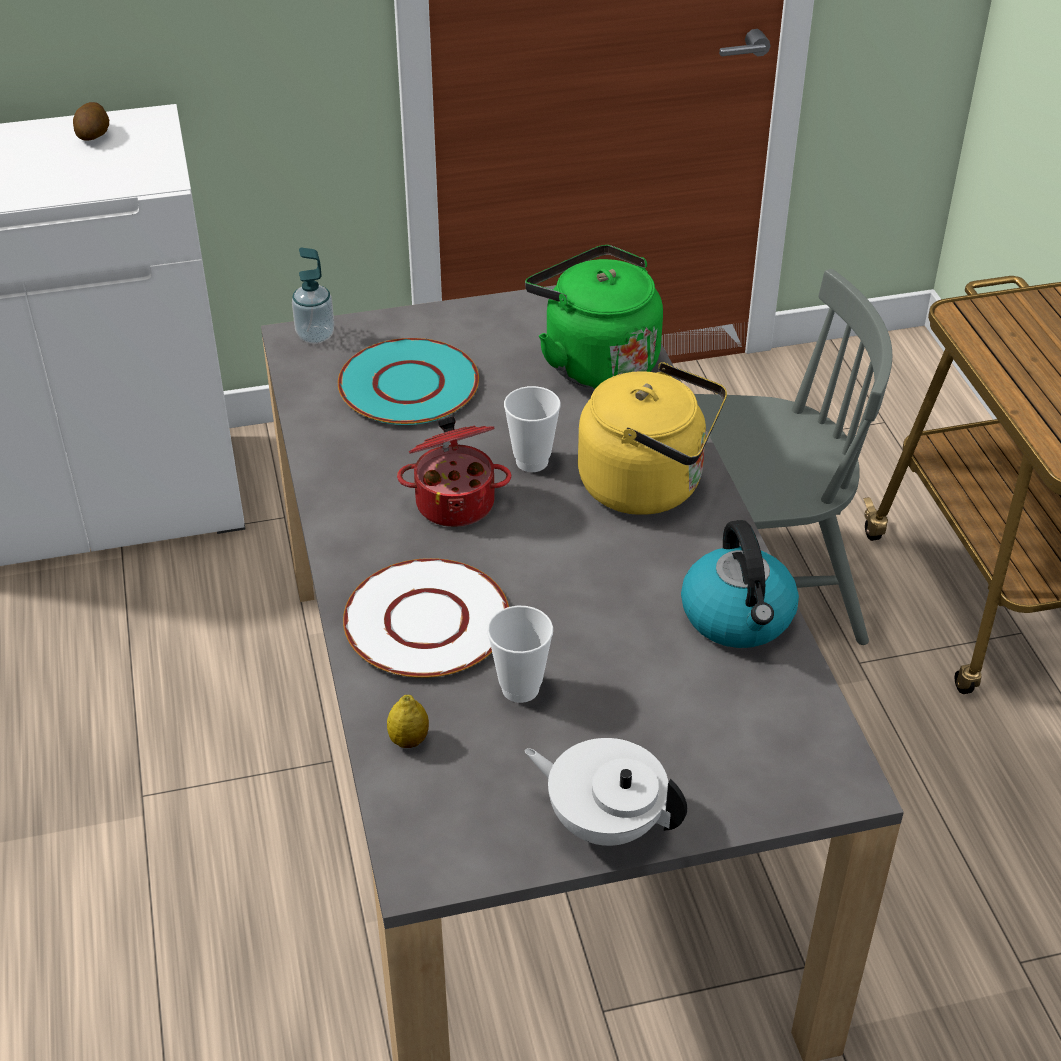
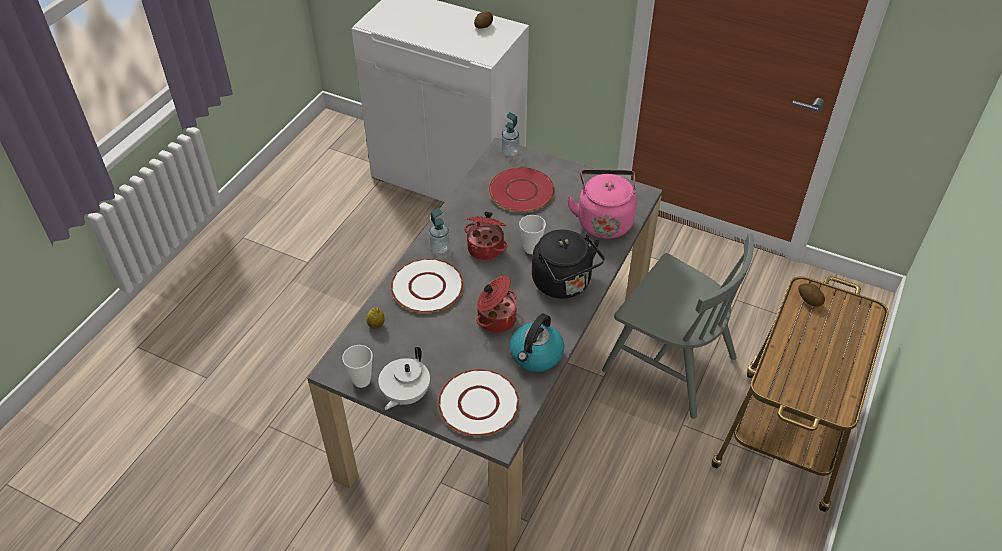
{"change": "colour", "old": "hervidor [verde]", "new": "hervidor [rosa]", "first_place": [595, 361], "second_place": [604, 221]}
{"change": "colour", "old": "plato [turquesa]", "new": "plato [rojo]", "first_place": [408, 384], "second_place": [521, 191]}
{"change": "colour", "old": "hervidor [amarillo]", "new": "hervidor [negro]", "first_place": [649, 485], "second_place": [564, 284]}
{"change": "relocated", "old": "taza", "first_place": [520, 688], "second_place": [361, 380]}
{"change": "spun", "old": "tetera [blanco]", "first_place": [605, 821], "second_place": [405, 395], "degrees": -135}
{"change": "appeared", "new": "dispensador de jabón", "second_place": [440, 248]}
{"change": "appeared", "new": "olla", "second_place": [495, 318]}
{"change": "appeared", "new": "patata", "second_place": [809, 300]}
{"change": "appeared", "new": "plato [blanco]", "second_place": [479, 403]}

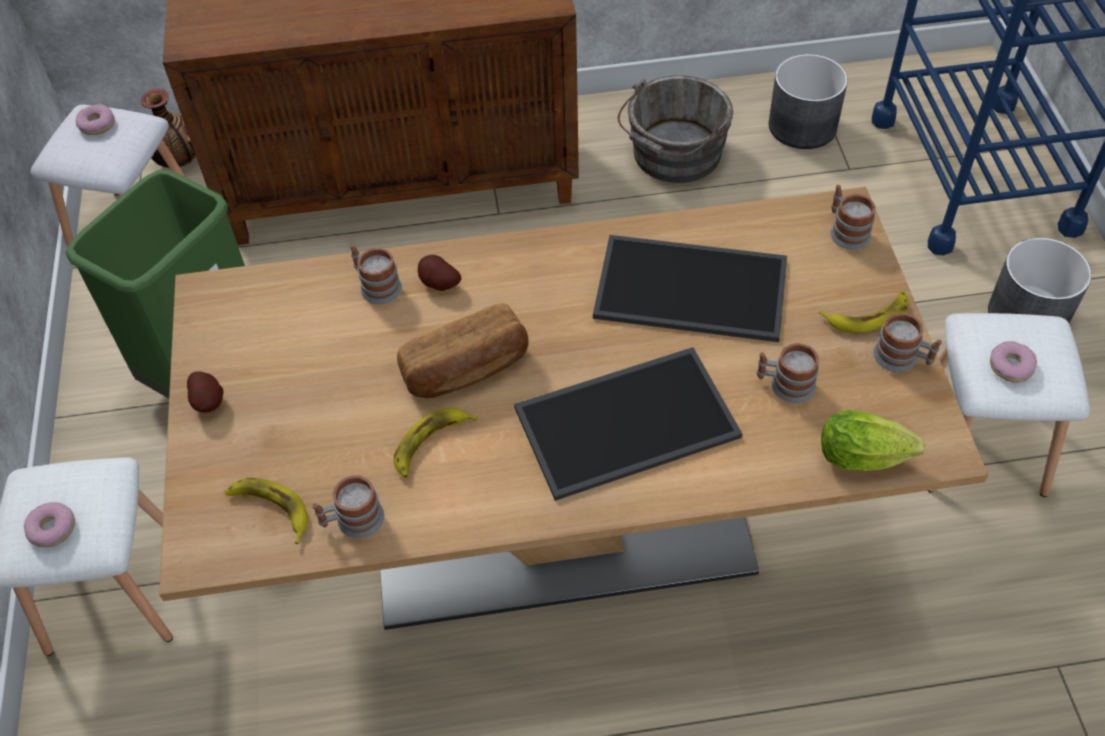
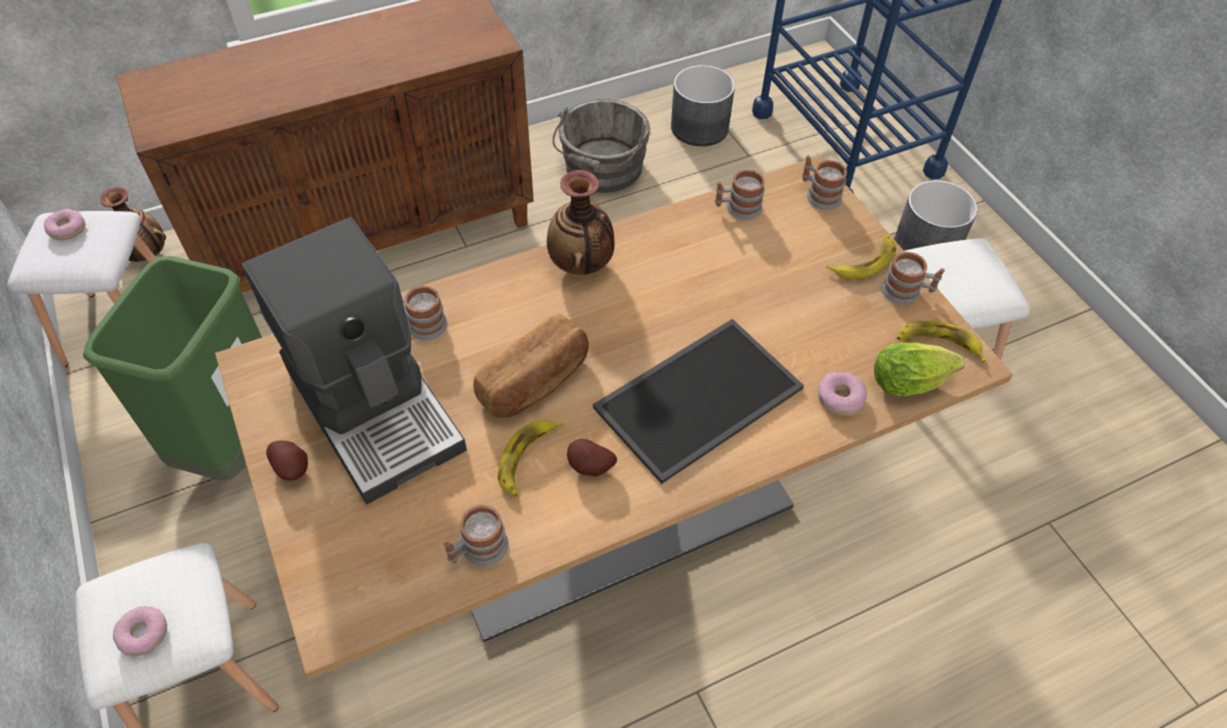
{"change": "missing", "old": "bandeja", "first_place": [688, 291]}
{"change": "relocated", "old": "patata", "first_place": [438, 285], "second_place": [590, 468]}
{"change": "relocated", "old": "rosquilla", "first_place": [1011, 366], "second_place": [840, 398]}
{"change": "relocated", "old": "taza grande", "first_place": [785, 385], "second_place": [737, 208]}
{"change": "relocated", "old": "plátano", "first_place": [270, 509], "second_place": [938, 343]}
{"change": "appeared", "new": "florero", "second_place": [581, 264]}
{"change": "appeared", "new": "cafetera", "second_place": [376, 407]}

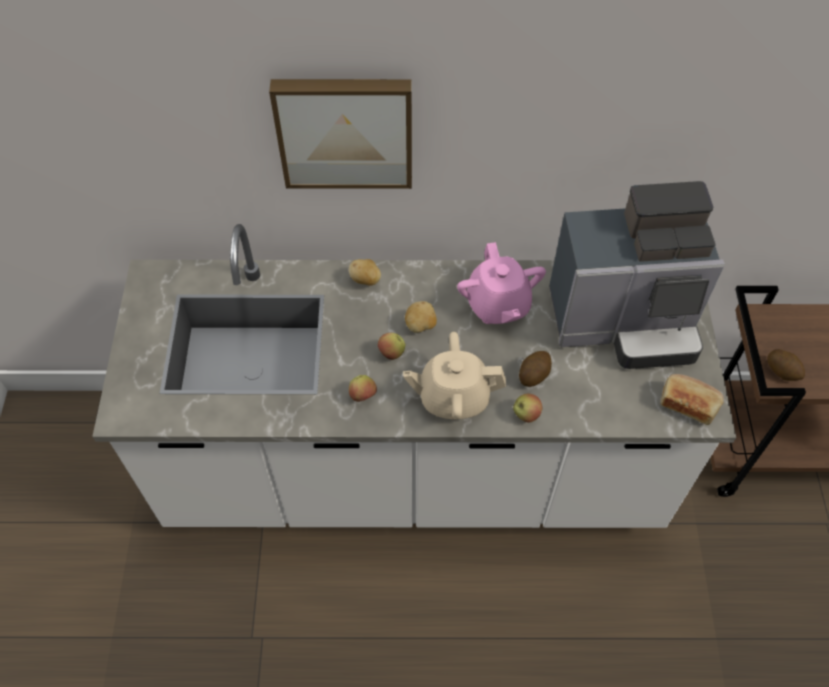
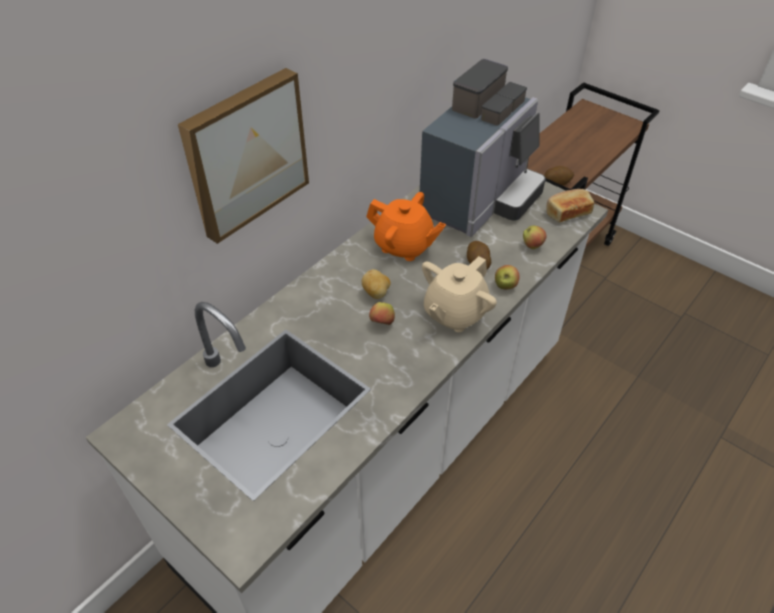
{"change": "colour", "old": "tetera [rosa]", "new": "tetera [naranja]", "first_place": [497, 305], "second_place": [404, 246]}
{"change": "missing", "old": "patata", "first_place": [365, 280]}
{"change": "relocated", "old": "manzana", "first_place": [363, 396], "second_place": [532, 246]}

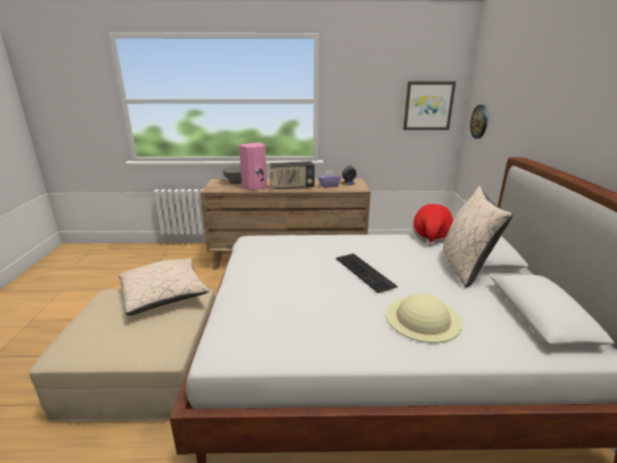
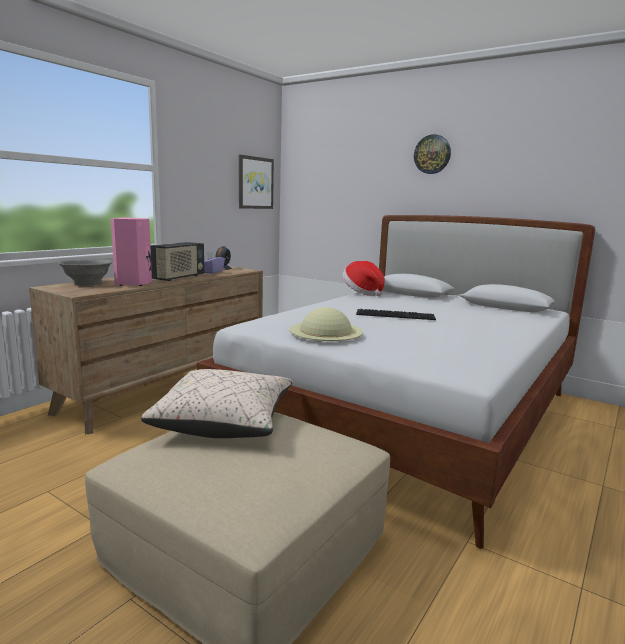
{"change": "relocated", "old": "reloj de pared", "first_place": [479, 121], "second_place": [432, 154]}
{"change": "missing", "old": "cojín [beis]", "first_place": [464, 267]}
{"change": "relocated", "old": "sombrero [beis]", "first_place": [422, 318], "second_place": [325, 331]}

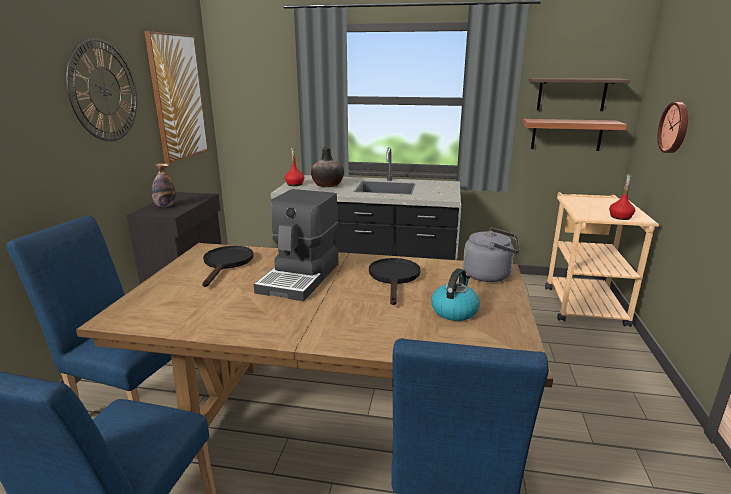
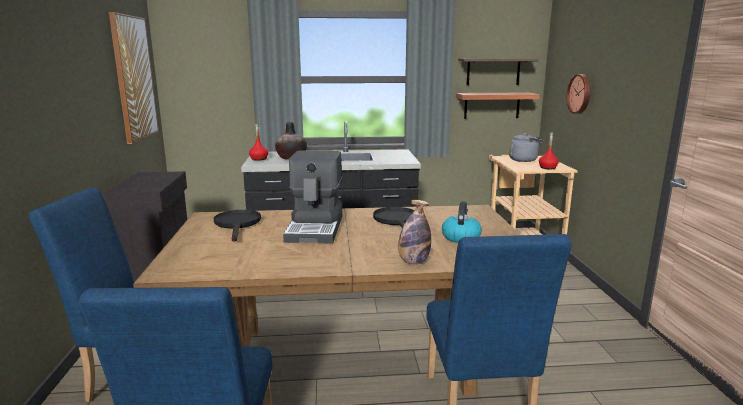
{"change": "missing", "old": "reloj de pared", "first_place": [104, 91]}
{"change": "relocated", "old": "botella", "first_place": [165, 206], "second_place": [413, 262]}
{"change": "relocated", "old": "hervidor [gris]", "first_place": [490, 275], "second_place": [525, 160]}

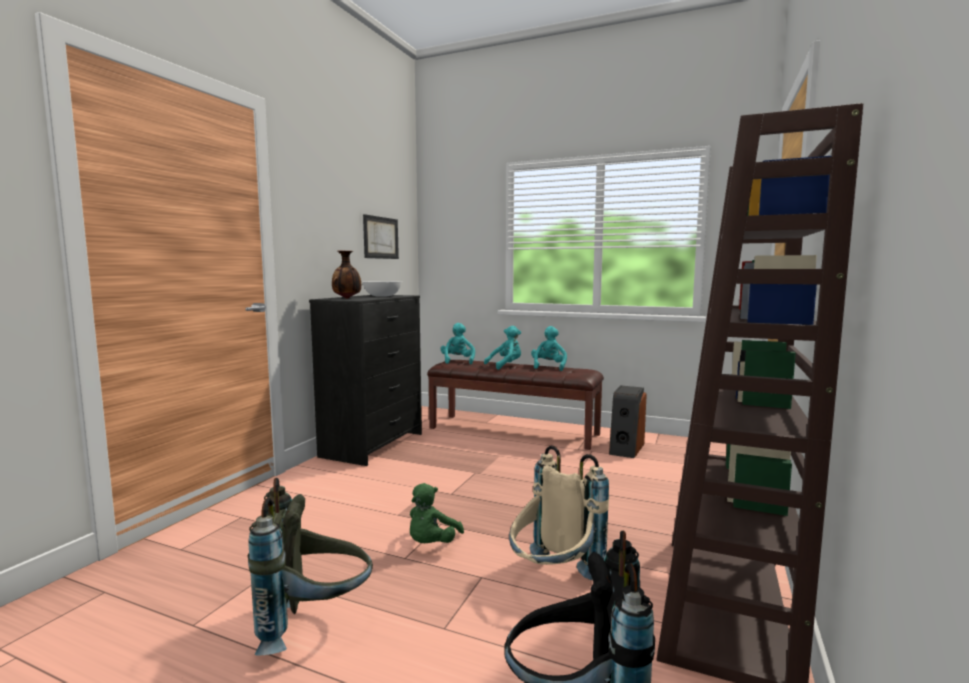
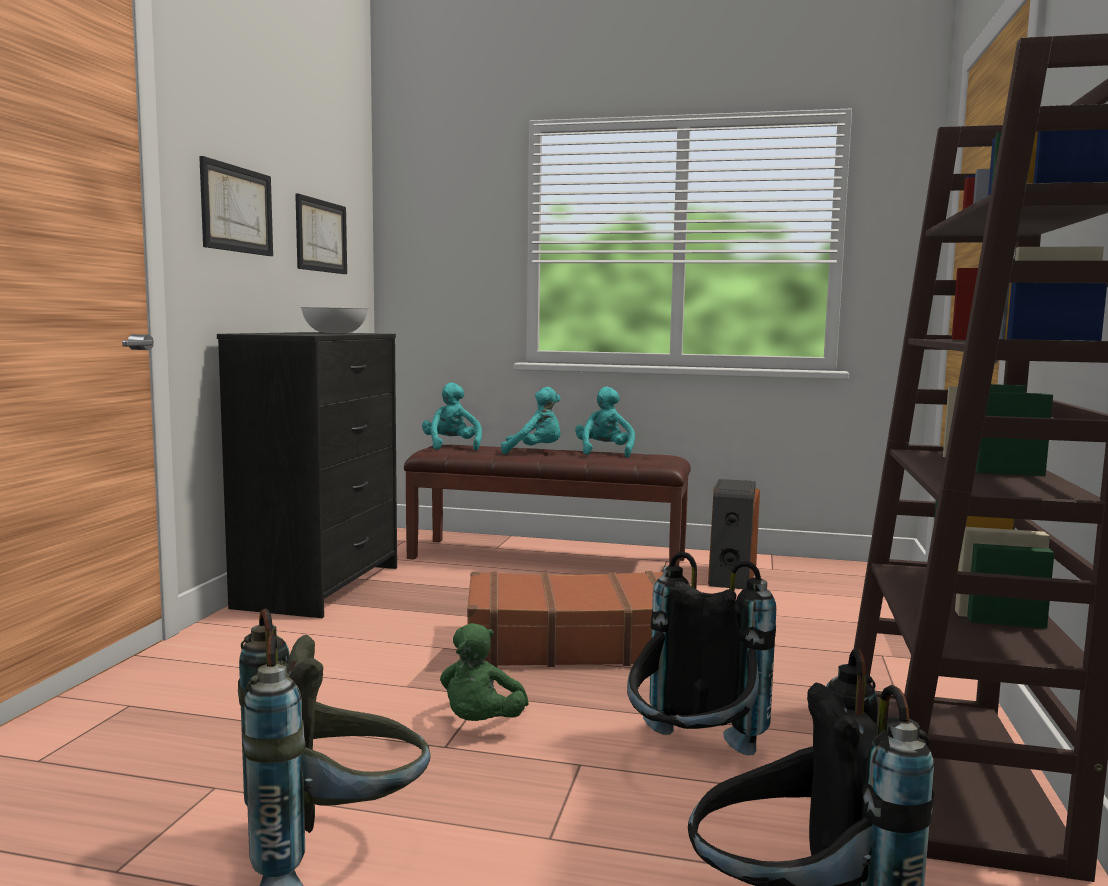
{"change": "missing", "old": "florero", "first_place": [347, 298]}
{"change": "spun", "old": "peluche [turquesa]", "first_place": [506, 365], "second_place": [535, 452], "degrees": 45}
{"change": "colour", "old": "mochila [beis]", "new": "mochila [negro]", "first_place": [553, 580], "second_place": [692, 760]}
{"change": "appeared", "new": "cuadro", "second_place": [236, 209]}
{"change": "appeared", "new": "maleta [marrón]", "second_place": [576, 643]}

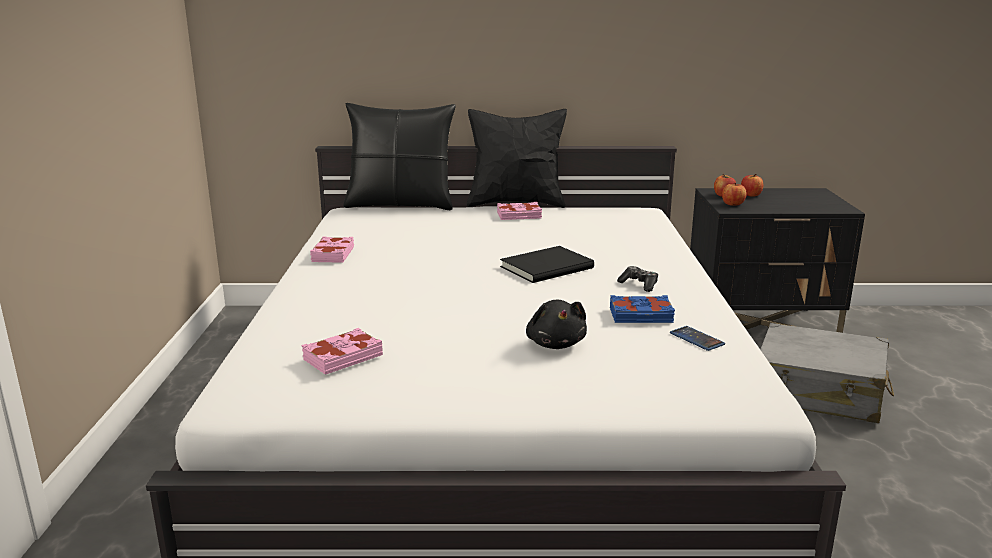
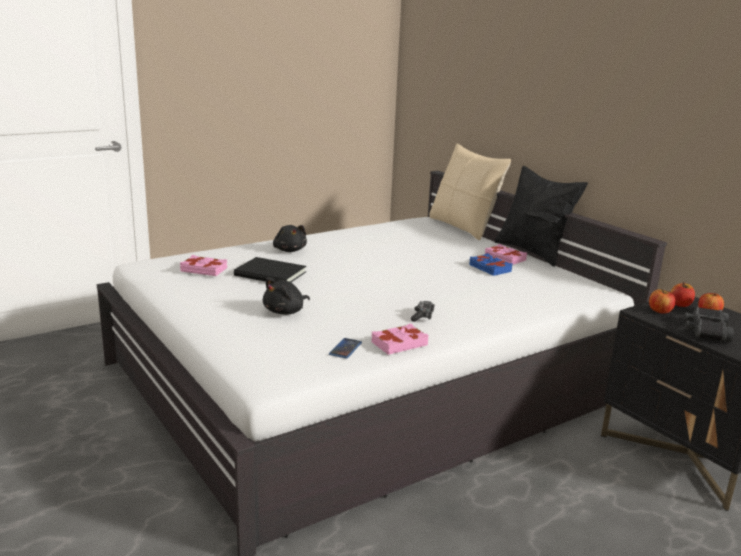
{"change": "colour", "old": "cojín [negro]", "new": "cojín [beis]", "first_place": [400, 205], "second_place": [463, 227]}
{"change": "relocated", "old": "libro [rosa]", "first_place": [332, 254], "second_place": [398, 343]}
{"change": "relocated", "old": "libro [negro]", "first_place": [544, 267], "second_place": [270, 273]}
{"change": "relocated", "old": "libro [azul]", "first_place": [641, 316], "second_place": [489, 268]}
{"change": "missing", "old": "maleta [gris]", "first_place": [818, 392]}
{"change": "appeared", "new": "peluche [negro]", "second_place": [289, 250]}
{"change": "appeared", "new": "prismáticos [negro]", "second_place": [705, 331]}

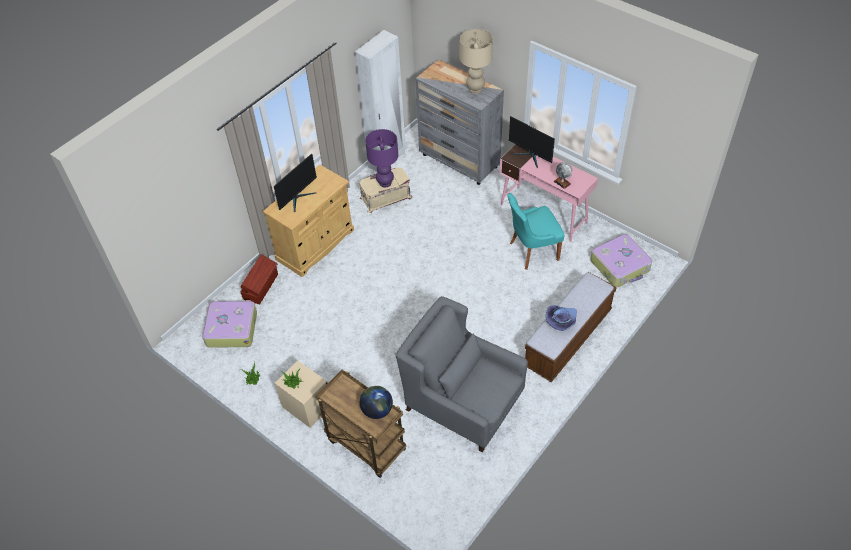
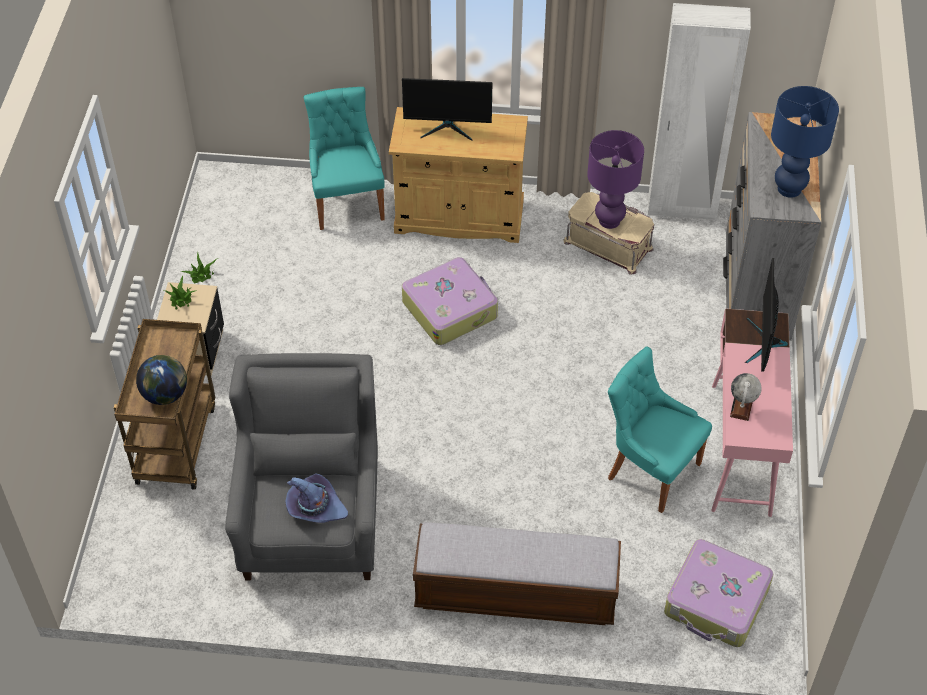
{"change": "colour", "old": "lámpara de mesa [beis]", "new": "lámpara de mesa [azul]", "first_place": [475, 89], "second_place": [789, 188]}
{"change": "exchanged", "old": "caja de almacenaje [marrón]", "new": "silla [turquesa]", "first_place": [261, 286], "second_place": [347, 202]}
{"change": "relocated", "old": "maleta", "first_place": [231, 328], "second_place": [450, 309]}
{"change": "relocated", "old": "sombrero [morado]", "first_place": [561, 320], "second_place": [315, 506]}

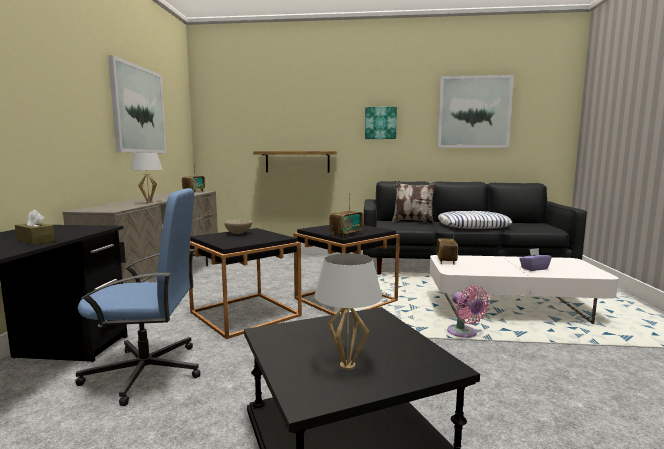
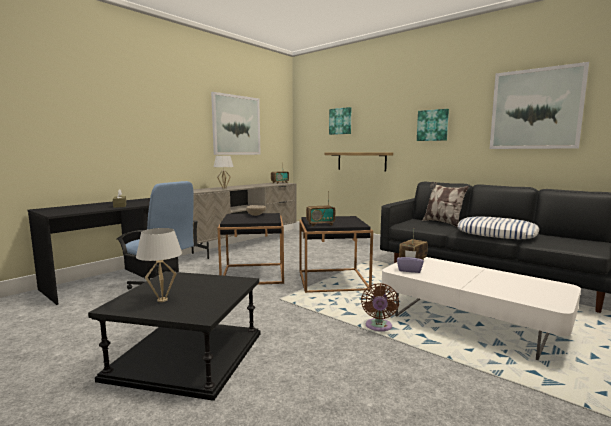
{"change": "relocated", "old": "caja de pañuelos [morado]", "first_place": [534, 268], "second_place": [409, 270]}
{"change": "colour", "old": "ventilador [rosa]", "new": "ventilador [marrón]", "first_place": [464, 333], "second_place": [378, 327]}
{"change": "appeared", "new": "cuadro", "second_place": [340, 121]}

